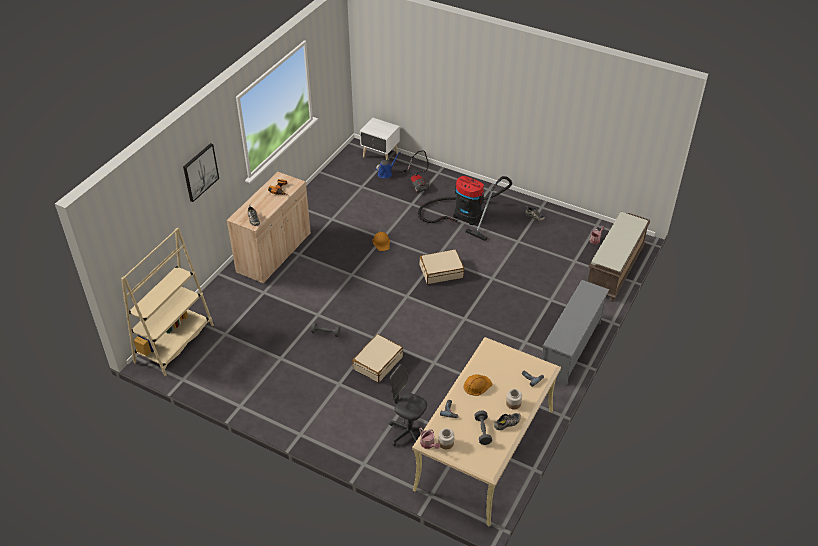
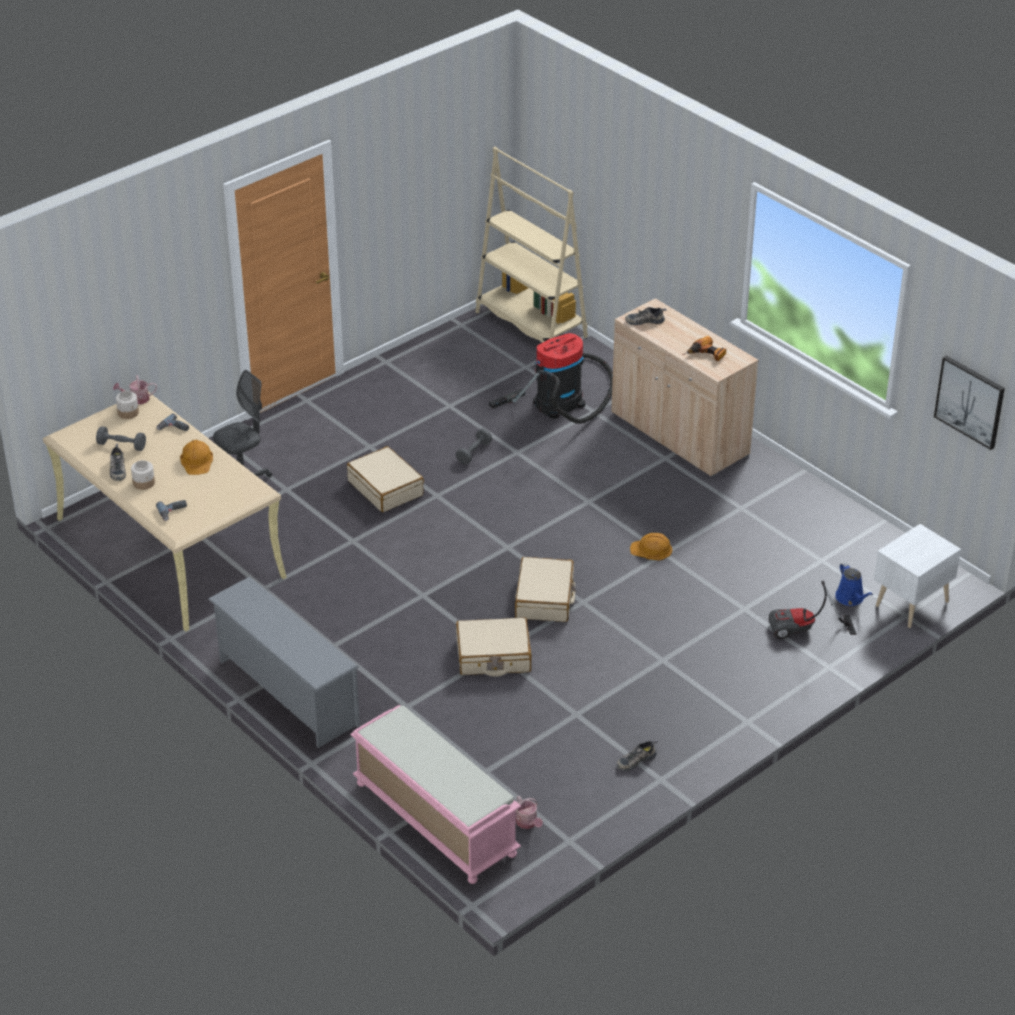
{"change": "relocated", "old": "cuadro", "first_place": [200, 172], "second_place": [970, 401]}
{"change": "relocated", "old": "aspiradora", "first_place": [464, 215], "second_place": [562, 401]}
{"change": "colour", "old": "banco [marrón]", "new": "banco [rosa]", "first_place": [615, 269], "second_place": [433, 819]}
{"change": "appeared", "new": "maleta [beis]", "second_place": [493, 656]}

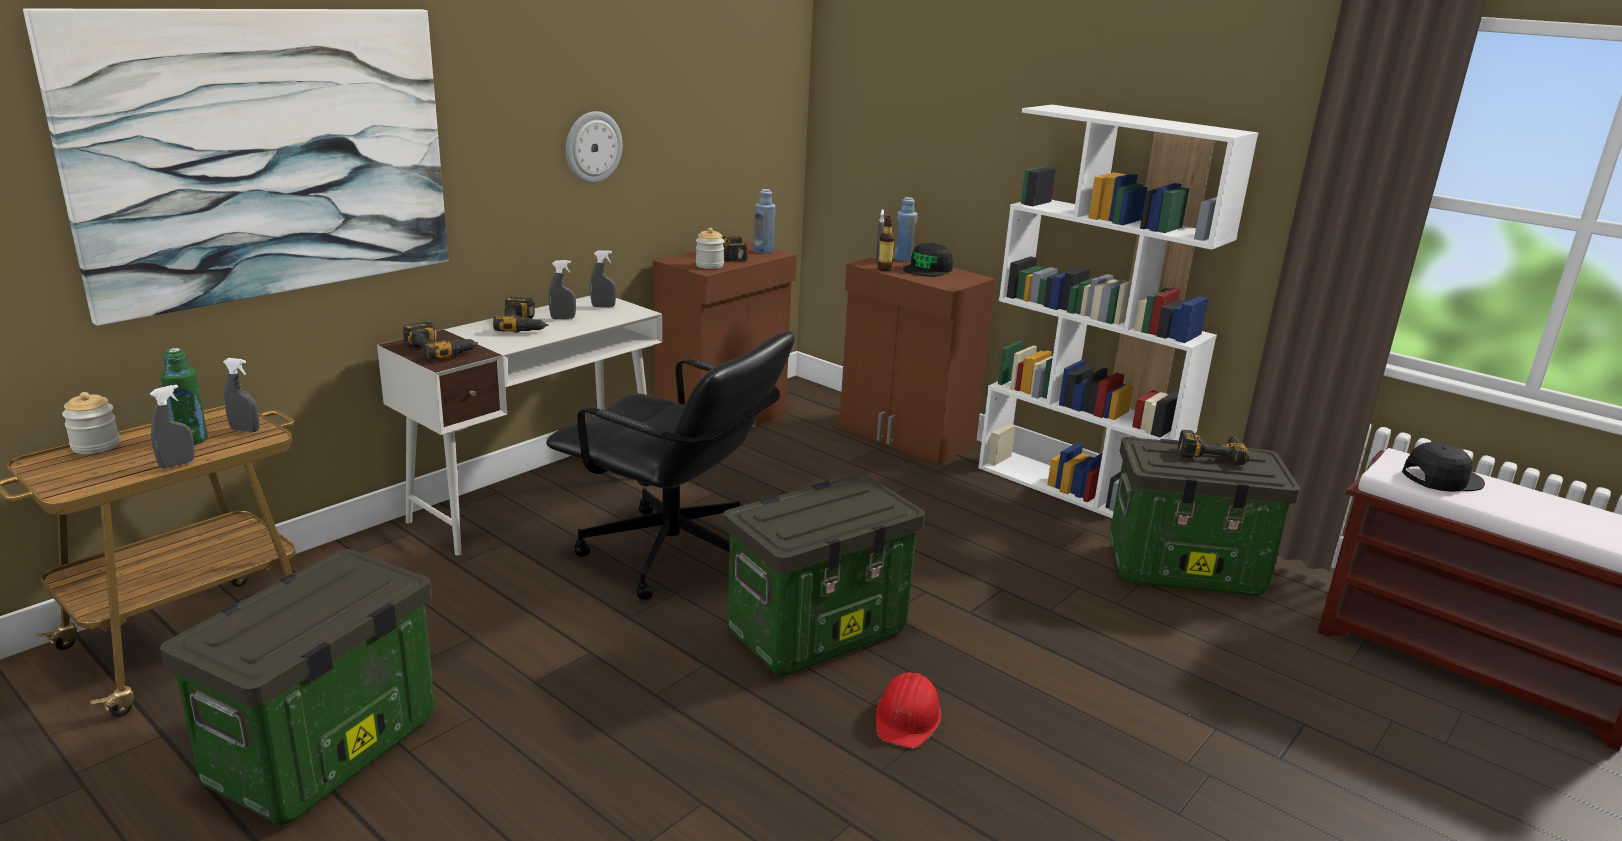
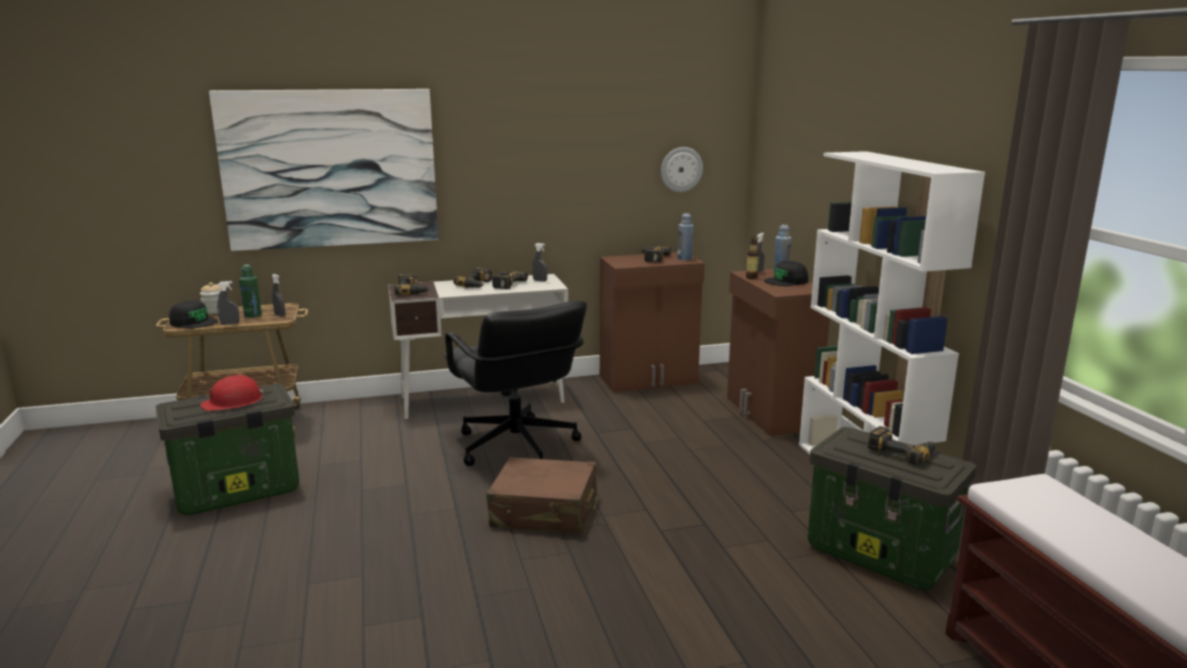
{"change": "relocated", "old": "reloj de pared", "first_place": [592, 147], "second_place": [681, 169]}
{"change": "missing", "old": "tarro", "first_place": [709, 265]}
{"change": "exchanged", "old": "pulverizador [gris]", "new": "taladro", "first_place": [563, 318], "second_place": [505, 284]}
{"change": "relocated", "old": "gorra [negro]", "first_place": [1441, 478], "second_place": [193, 322]}
{"change": "exchanged", "old": "caja de almacenaje", "new": "maleta [marrón]", "first_place": [818, 631], "second_place": [544, 511]}
{"change": "relocated", "old": "casco [rojo]", "first_place": [908, 718], "second_place": [233, 402]}

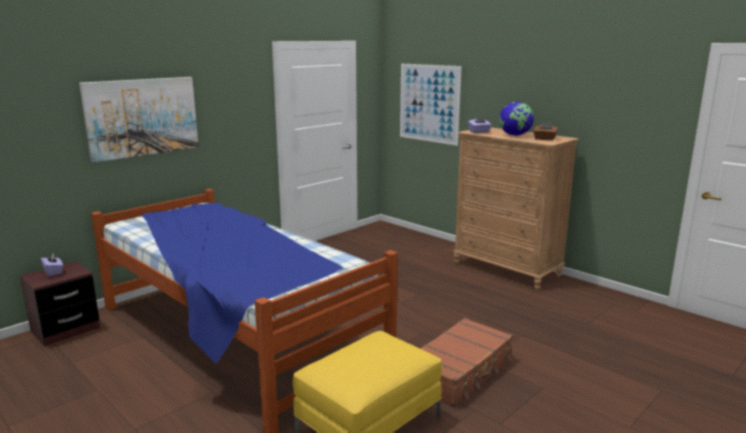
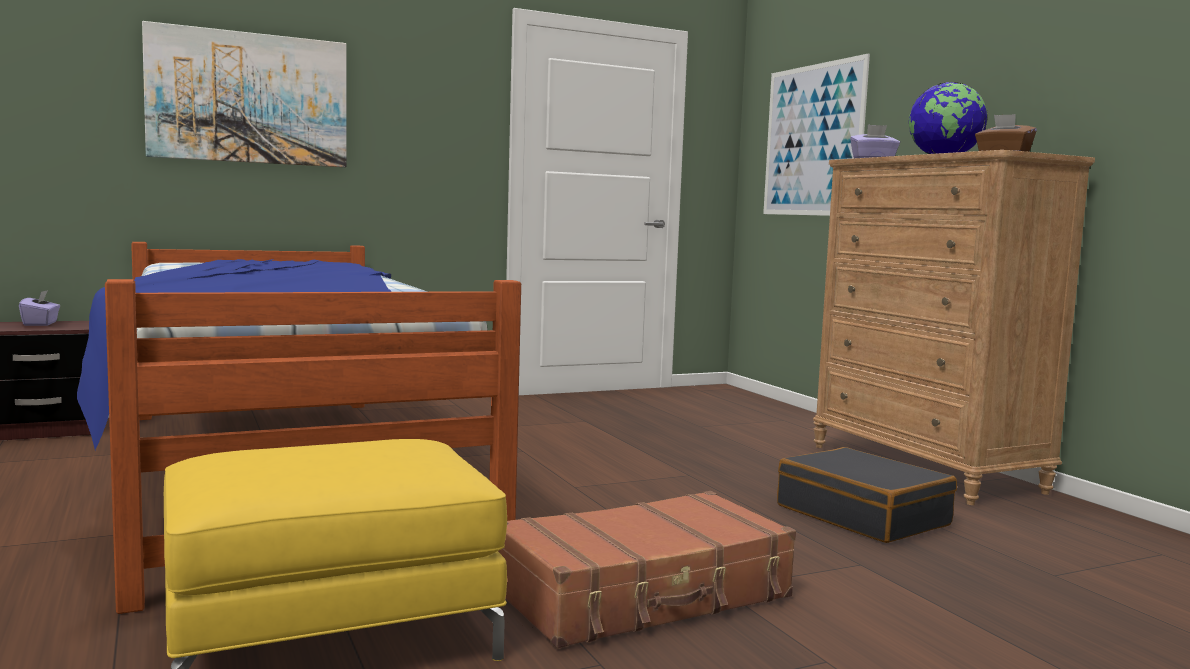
{"change": "appeared", "new": "maleta [negro]", "second_place": [863, 515]}

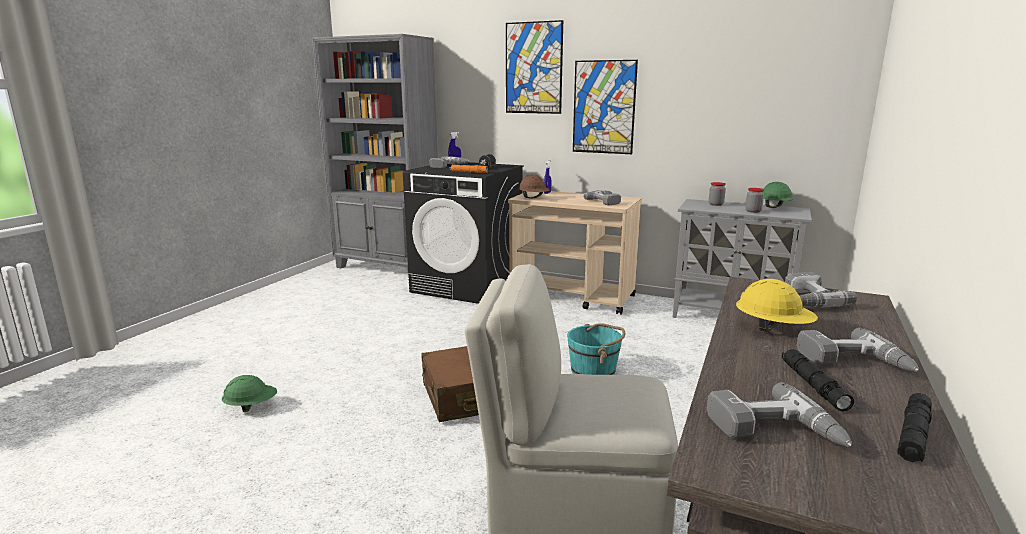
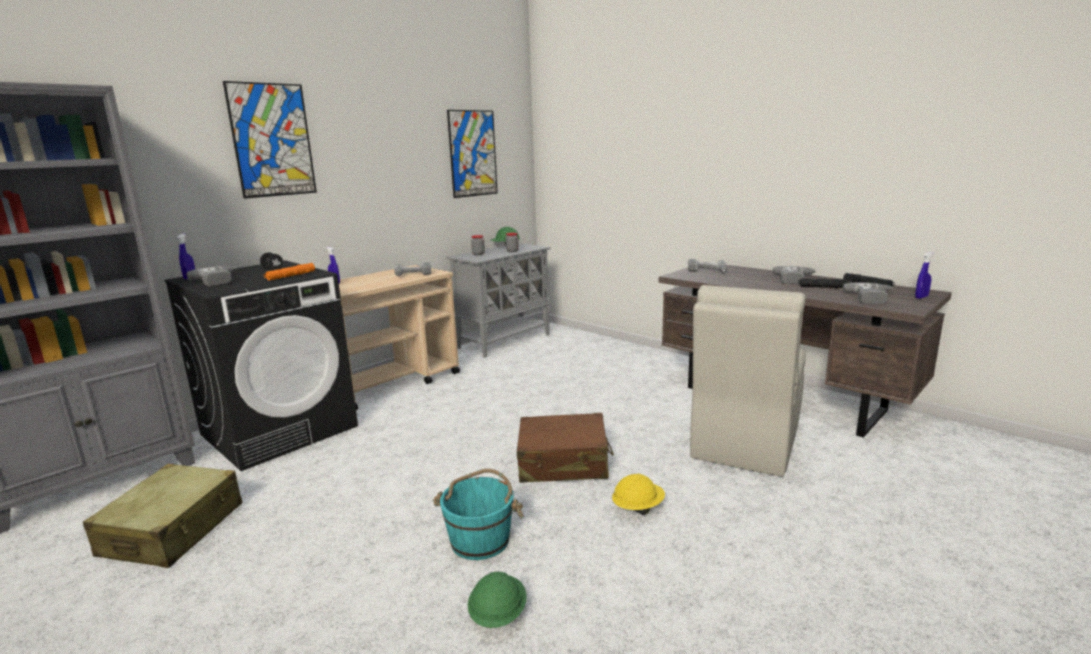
{"change": "relocated", "old": "cuadro", "first_place": [604, 107], "second_place": [473, 153]}
{"change": "missing", "old": "casco [marrón]", "first_place": [534, 198]}
{"change": "relocated", "old": "casco [amarillo]", "first_place": [773, 329], "second_place": [638, 508]}
{"change": "relocated", "old": "cubo [turquesa]", "first_place": [594, 371], "second_place": [481, 540]}
{"change": "appeared", "new": "pulverizador [azul]", "second_place": [921, 297]}
{"change": "appeared", "new": "maleta [beis]", "second_place": [173, 530]}

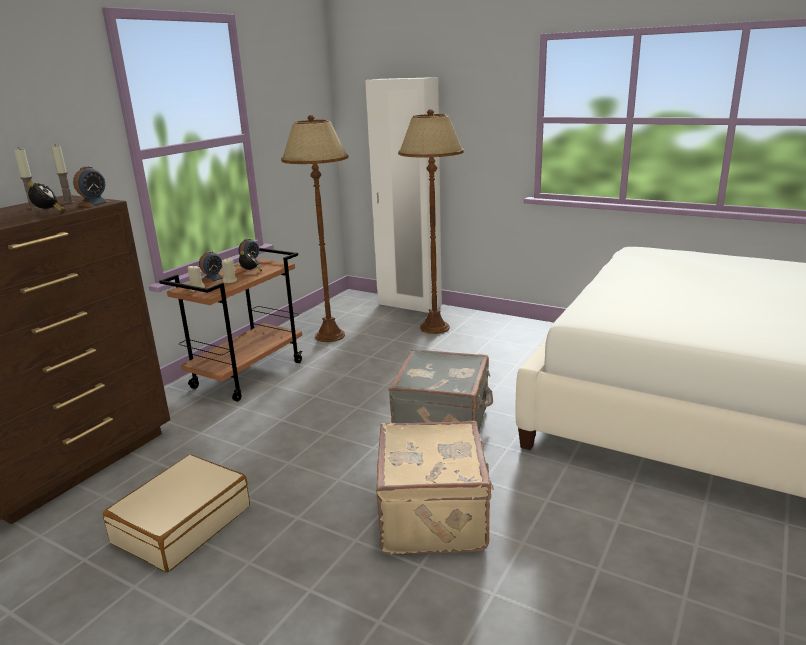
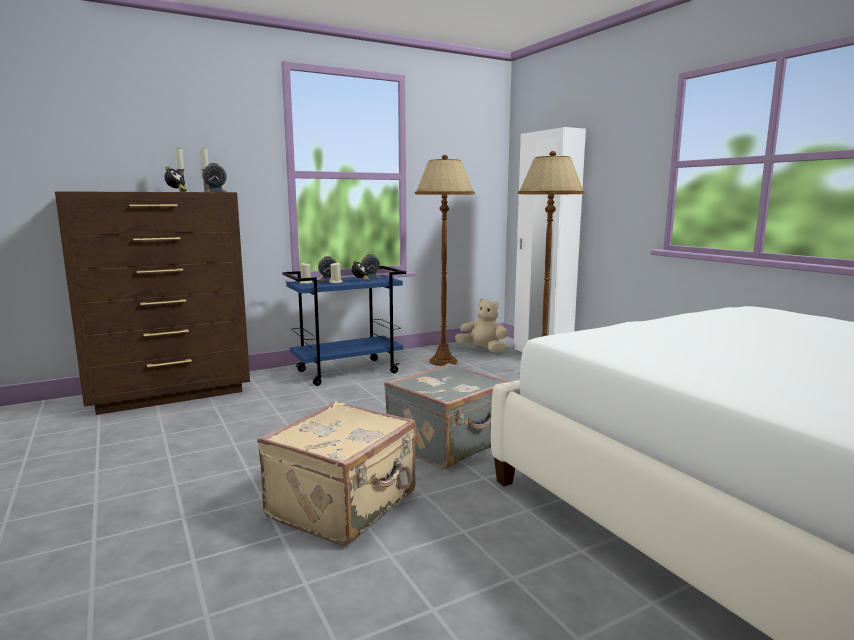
{"change": "colour", "old": "carrito [marrón]", "new": "carrito [azul]", "first_place": [248, 374], "second_place": [348, 371]}
{"change": "missing", "old": "maleta [beis]", "first_place": [182, 524]}
{"change": "appeared", "new": "peluche [beis]", "second_place": [483, 350]}

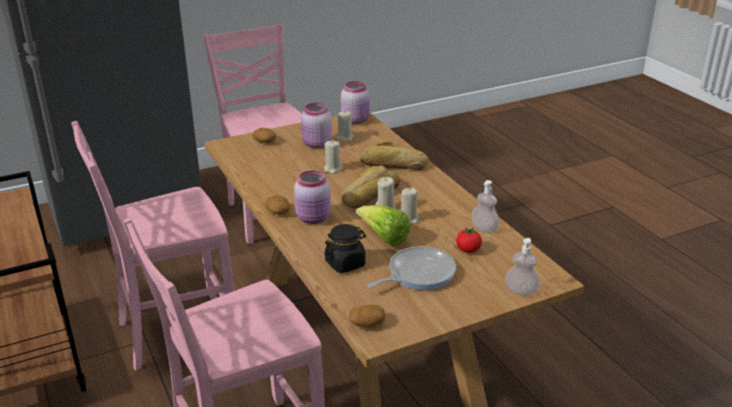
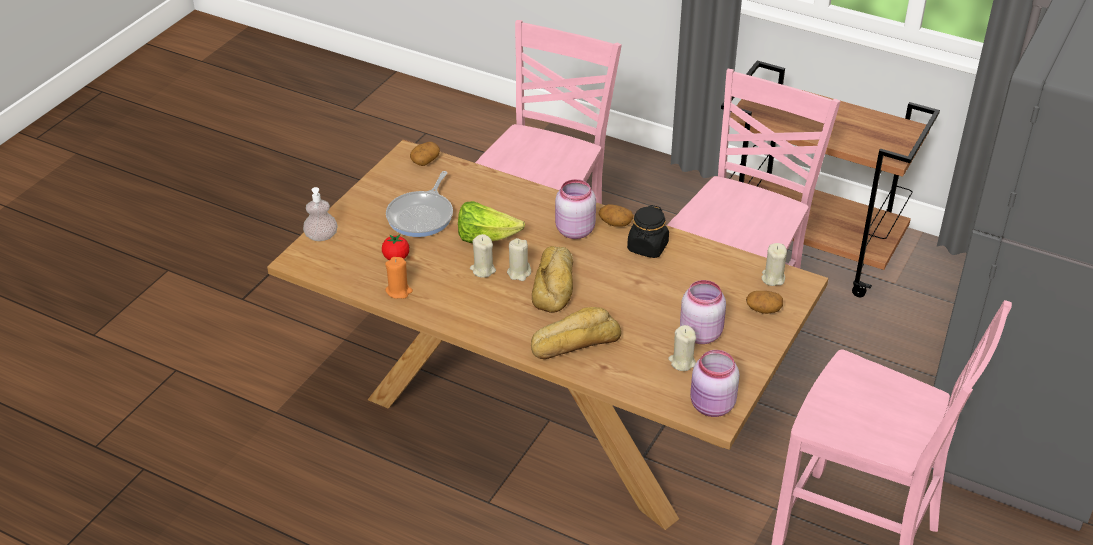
{"change": "relocated", "old": "vela [beis]", "first_place": [333, 169], "second_place": [772, 278]}
{"change": "exchanged", "old": "dispensador de jabón", "new": "vela [naranja]", "first_place": [484, 228], "second_place": [399, 291]}
{"change": "relocated", "old": "tarro [negro]", "first_place": [345, 263], "second_place": [647, 247]}

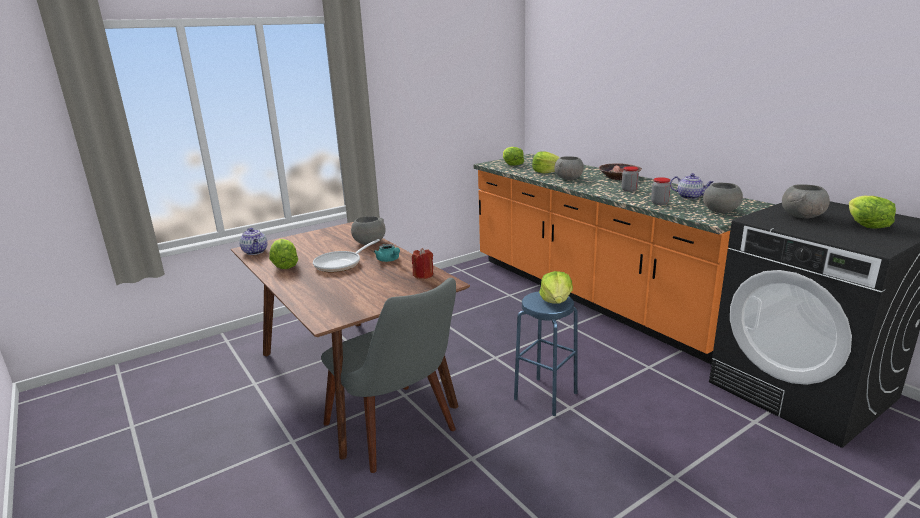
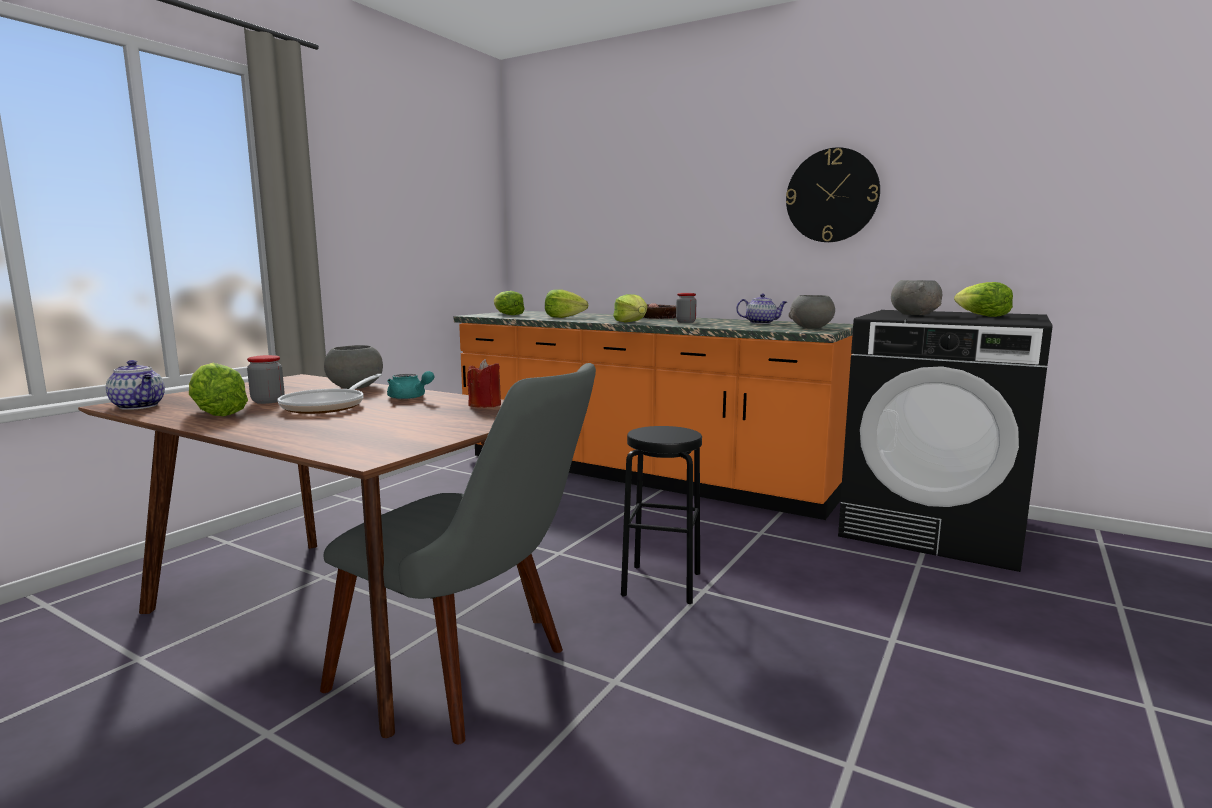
{"change": "missing", "old": "cuenco [gris]", "first_place": [568, 178]}
{"change": "relocated", "old": "tarro", "first_place": [659, 203], "second_place": [268, 401]}
{"change": "relocated", "old": "lechuga", "first_place": [556, 301], "second_place": [632, 322]}
{"change": "colour", "old": "taburete [azul]", "new": "taburete [negro]", "first_place": [545, 396], "second_place": [661, 583]}
{"change": "appeared", "new": "reloj de pared", "second_place": [832, 195]}

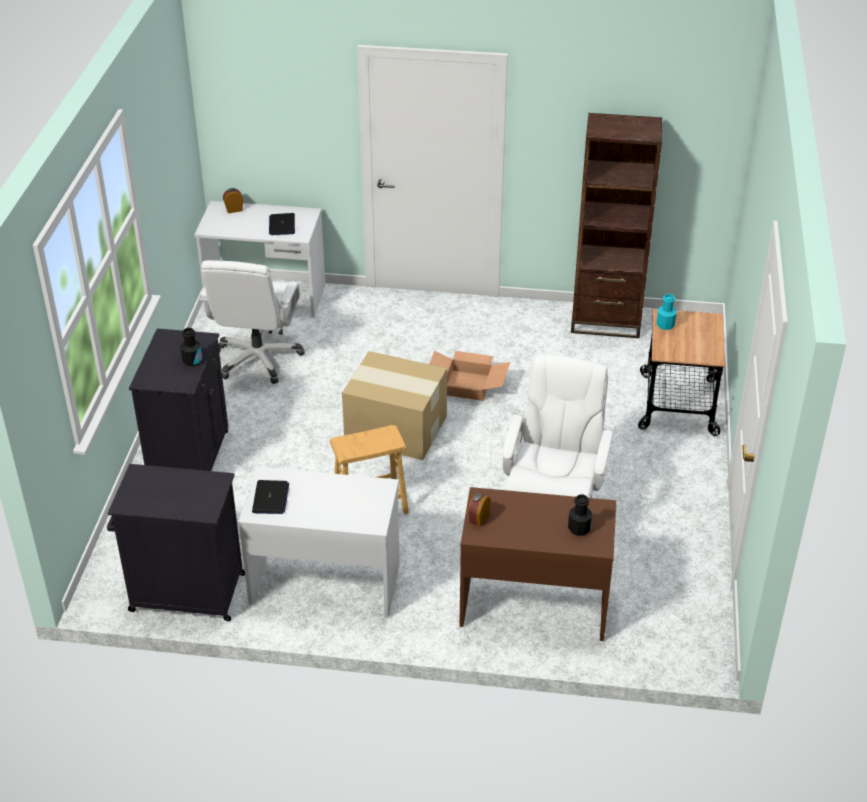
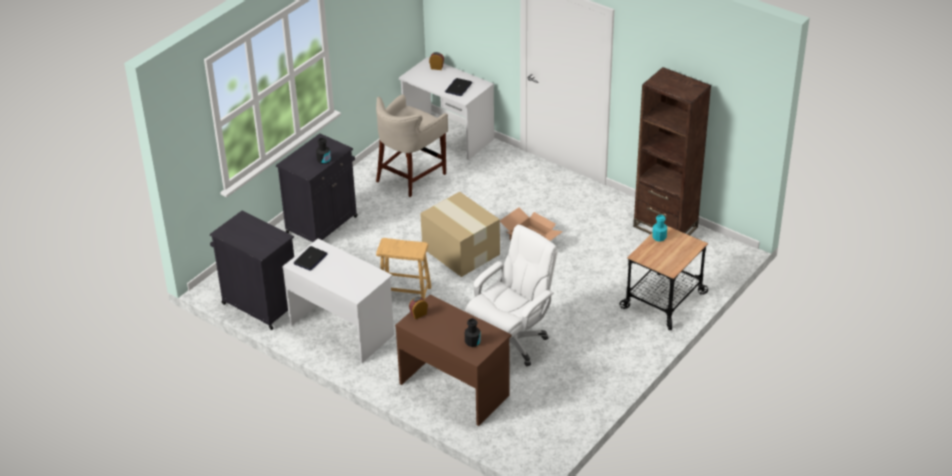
{"change": "exchanged", "old": "silla de oficina [blanco]", "new": "taburete [beis]", "first_place": [258, 359], "second_place": [411, 176]}

